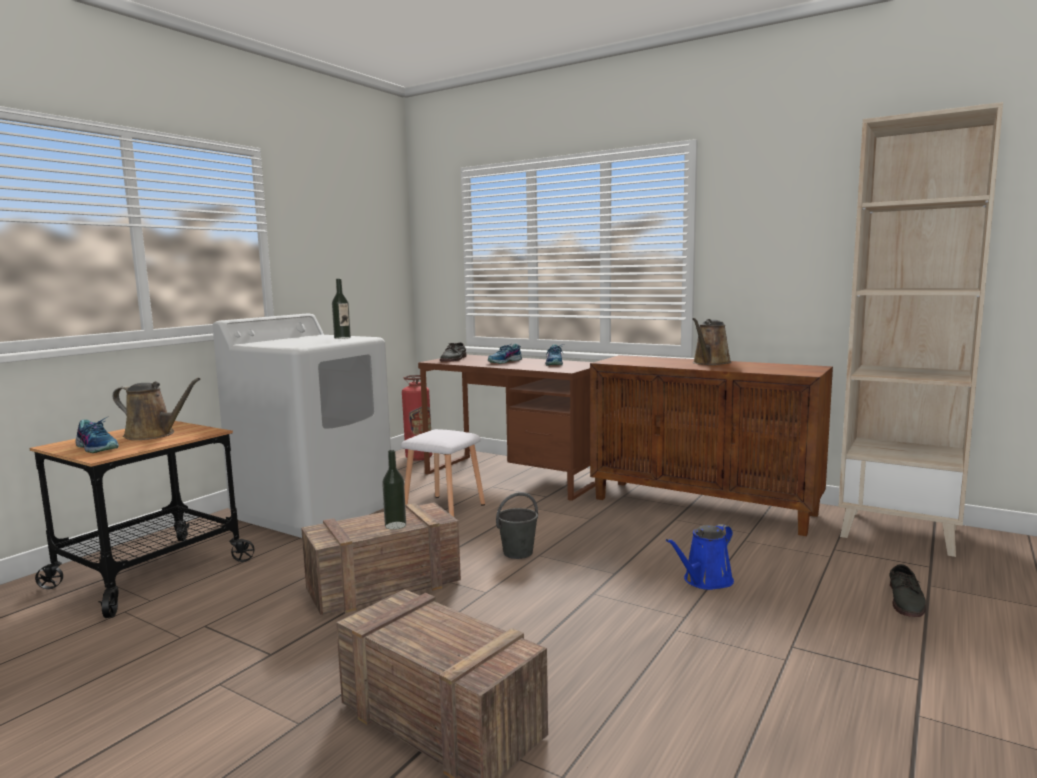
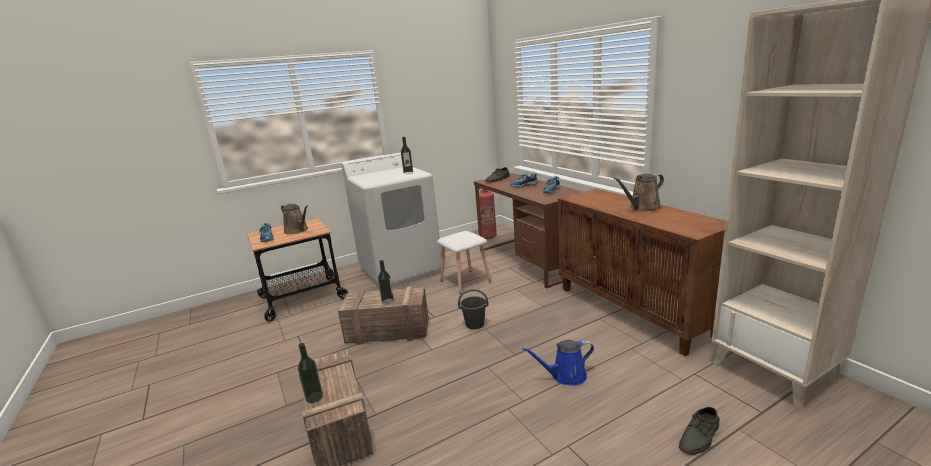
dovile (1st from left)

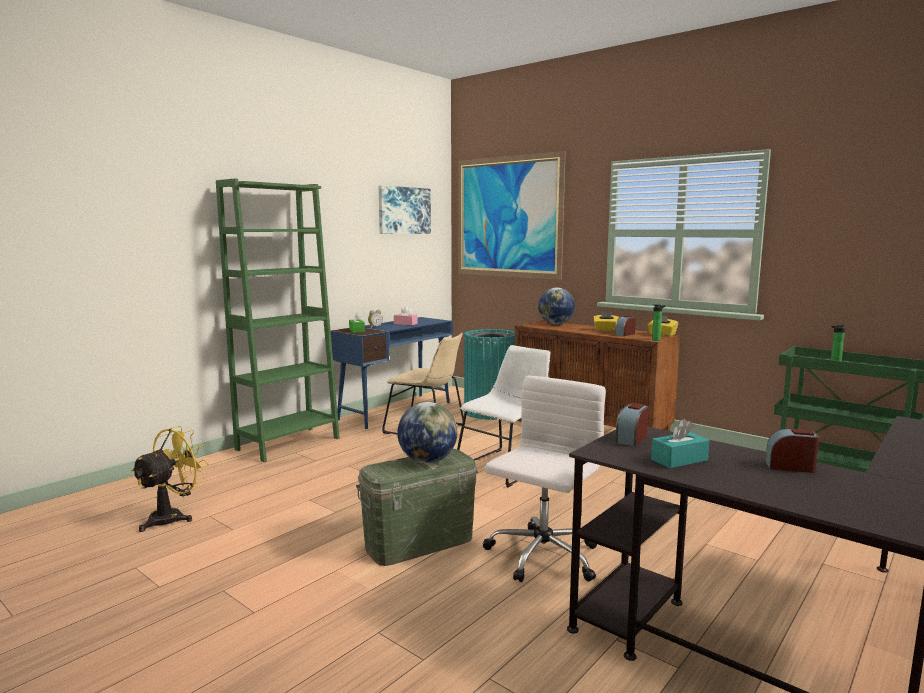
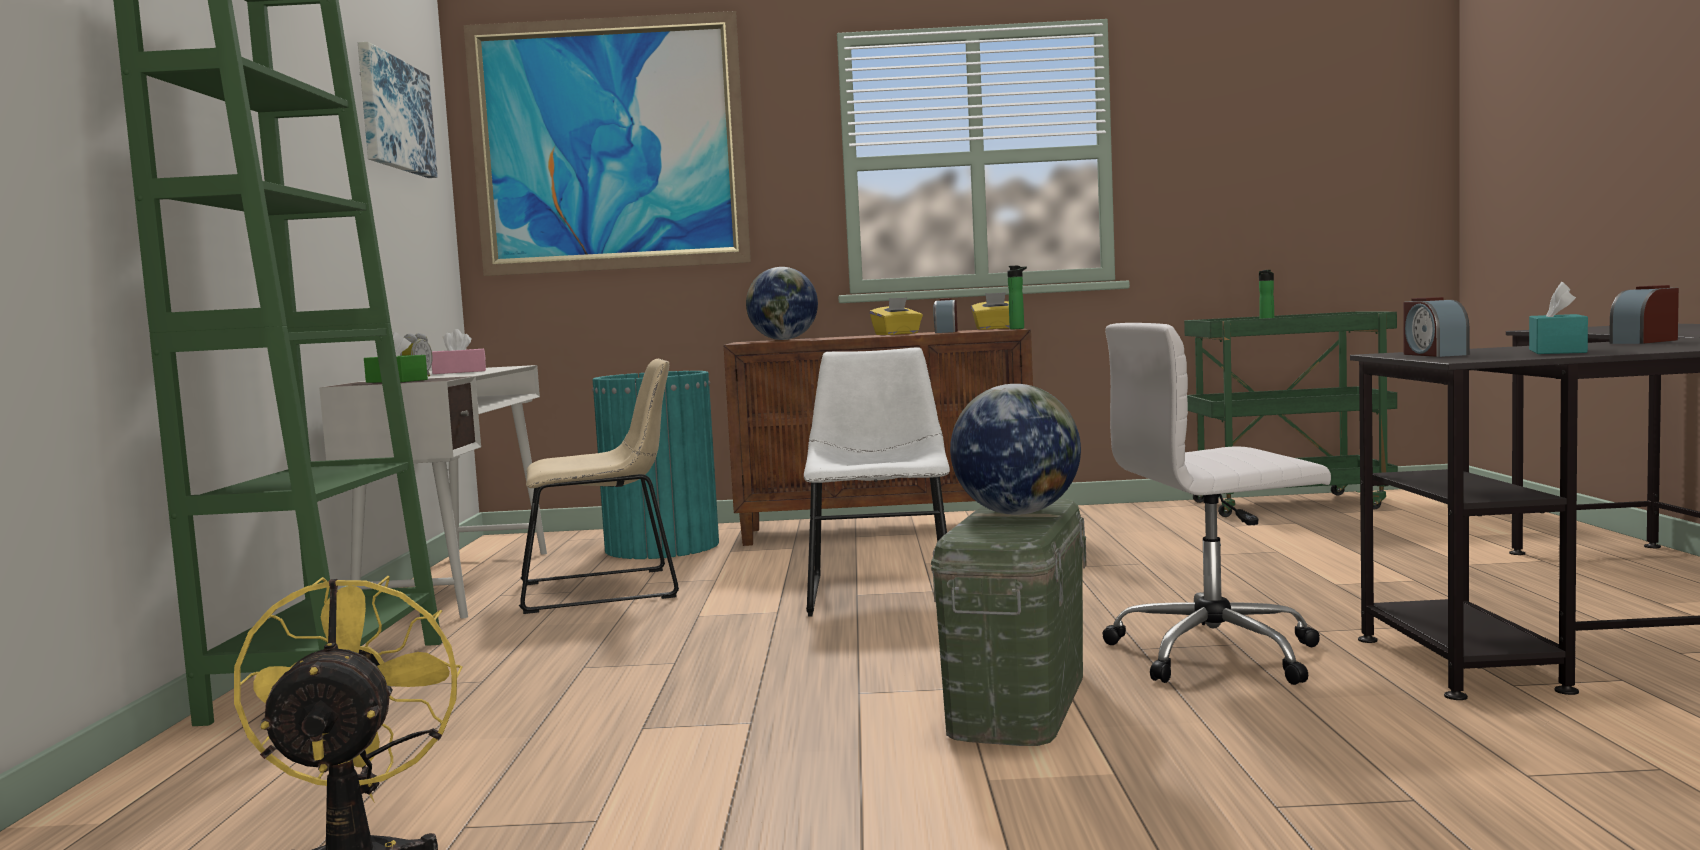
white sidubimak
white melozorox

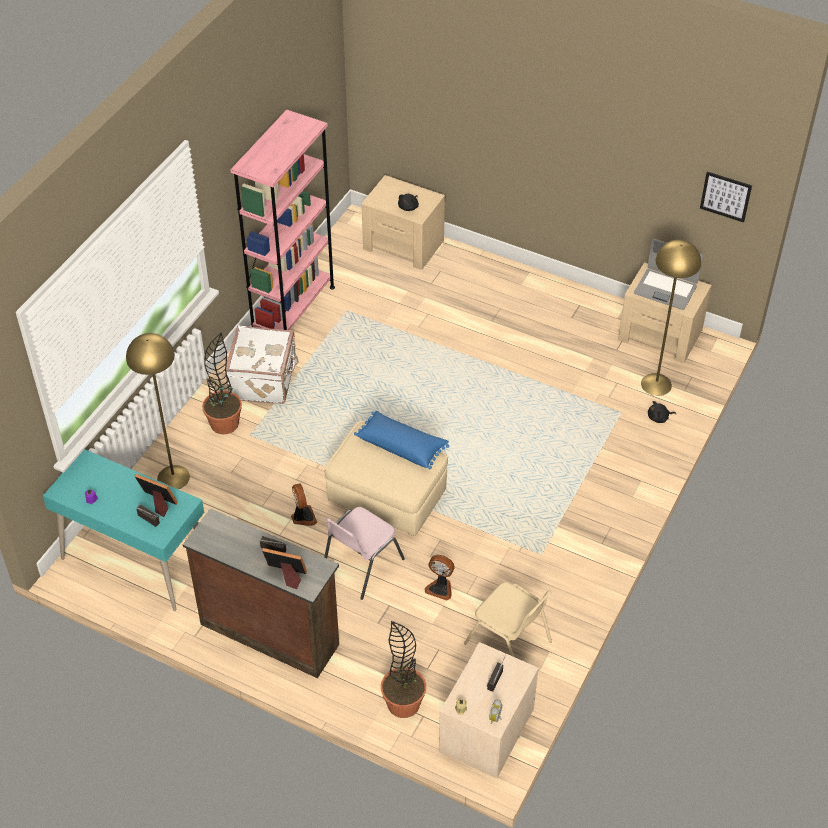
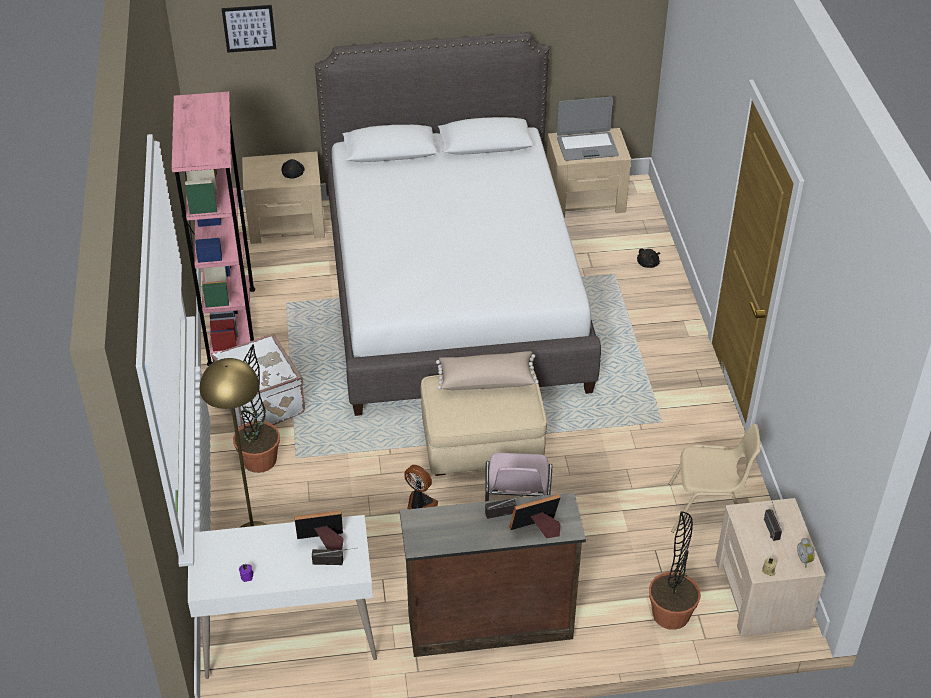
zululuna (2nd from left in the first image)
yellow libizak (2nd from left in the first image)
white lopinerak
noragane
white sidubimak
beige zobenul

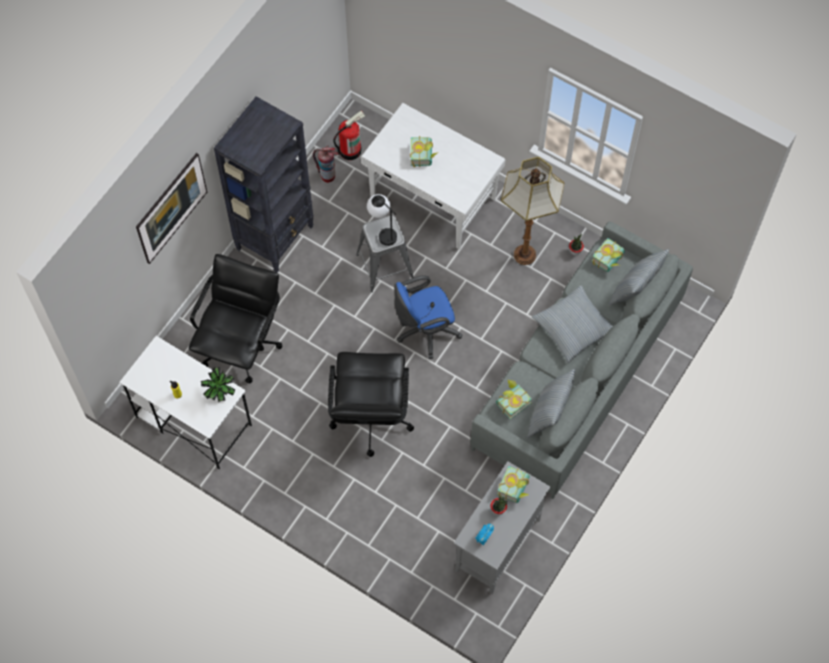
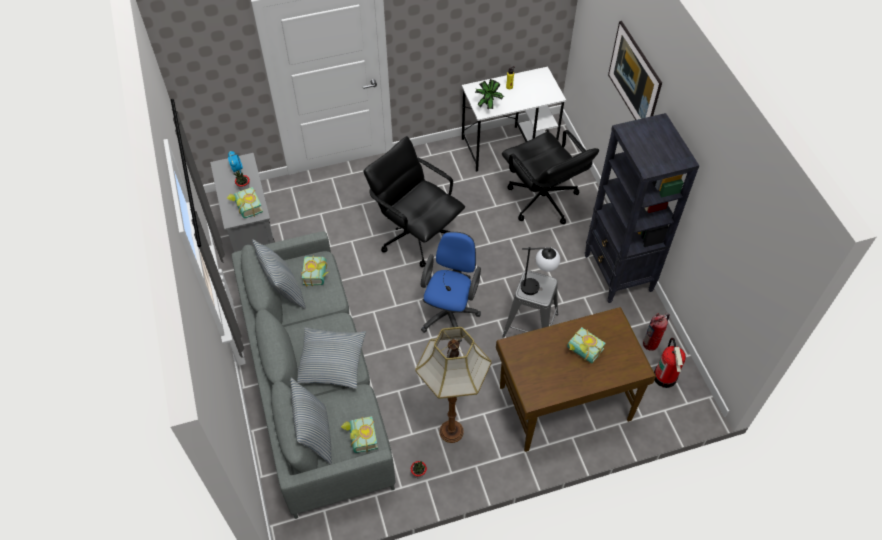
brown sidubimak

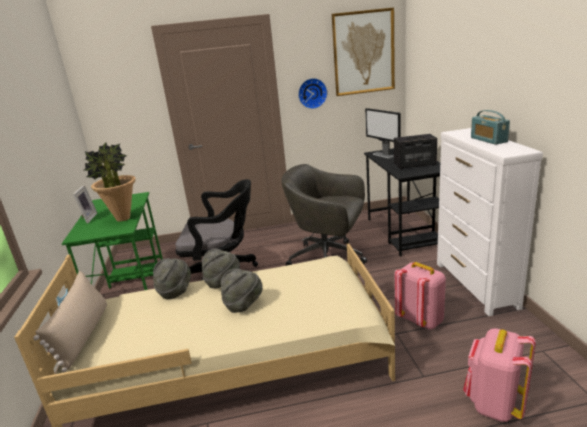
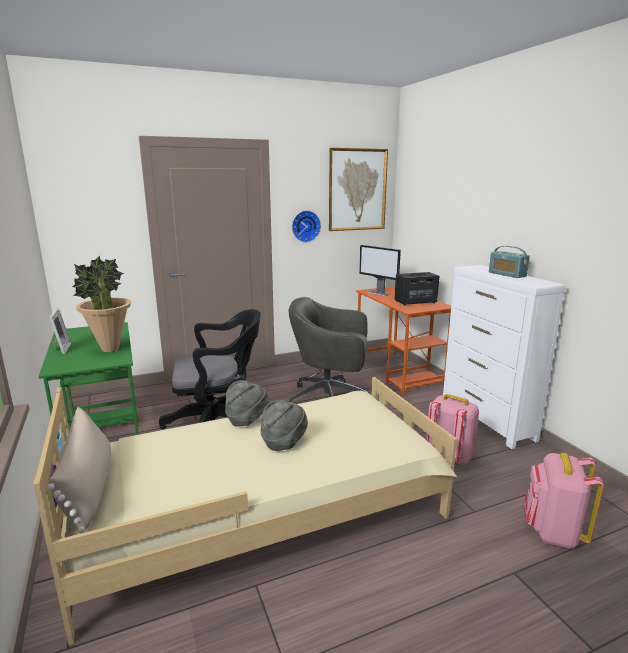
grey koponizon (1st from left in the first image)
orange sidubimak

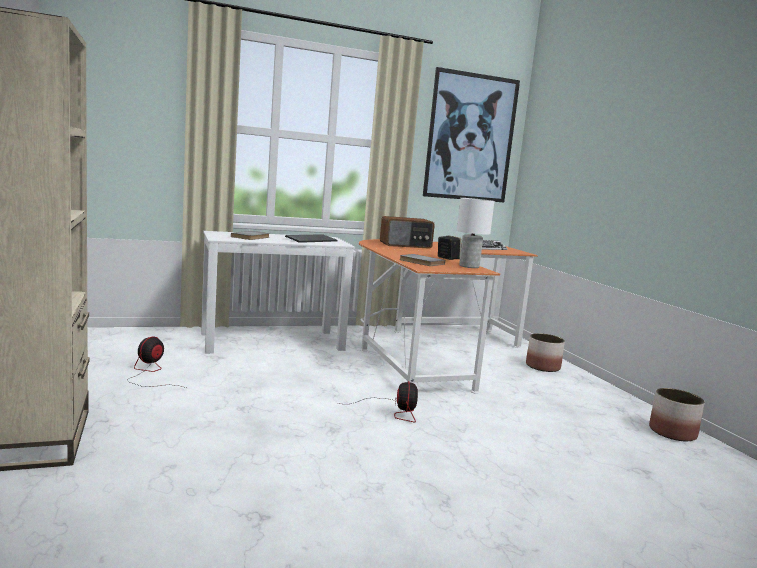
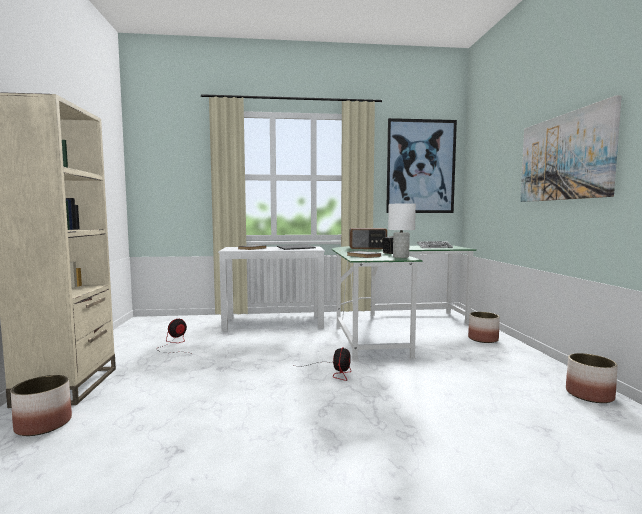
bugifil (1st from left)
noragane (2nd from left)
green sidubimak

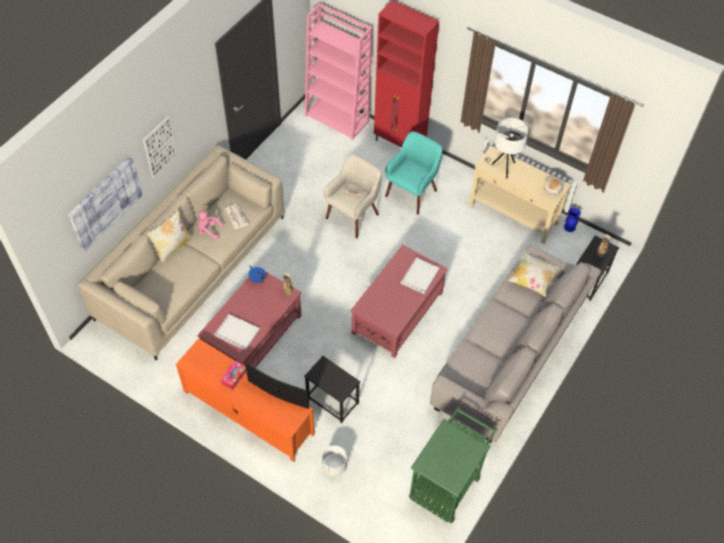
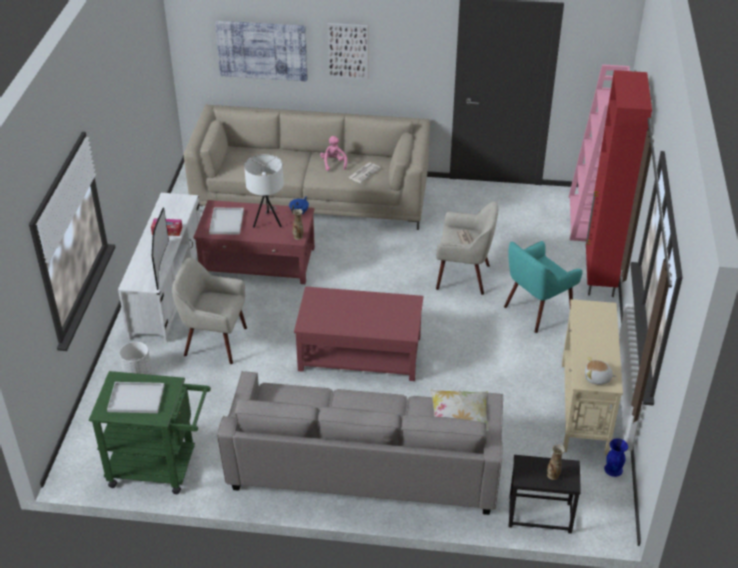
zobenul (1st from left in the first image)
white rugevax (1st from left)
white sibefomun
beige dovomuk (1st from left)
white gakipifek
turquoise dovomuk

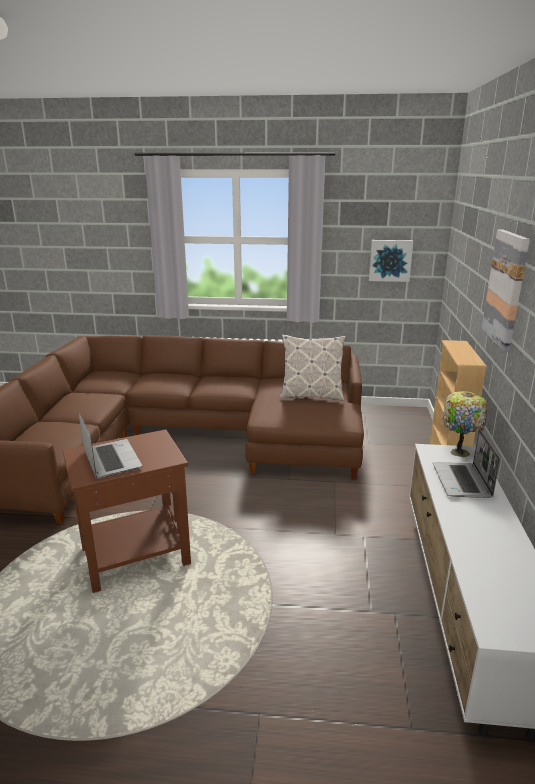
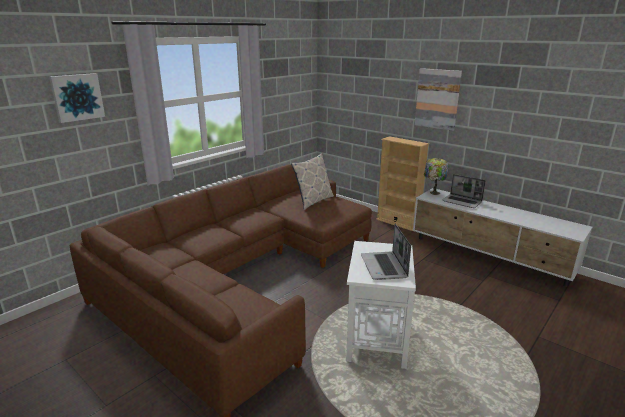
noragane (1st from left)
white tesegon
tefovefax (1st from left)

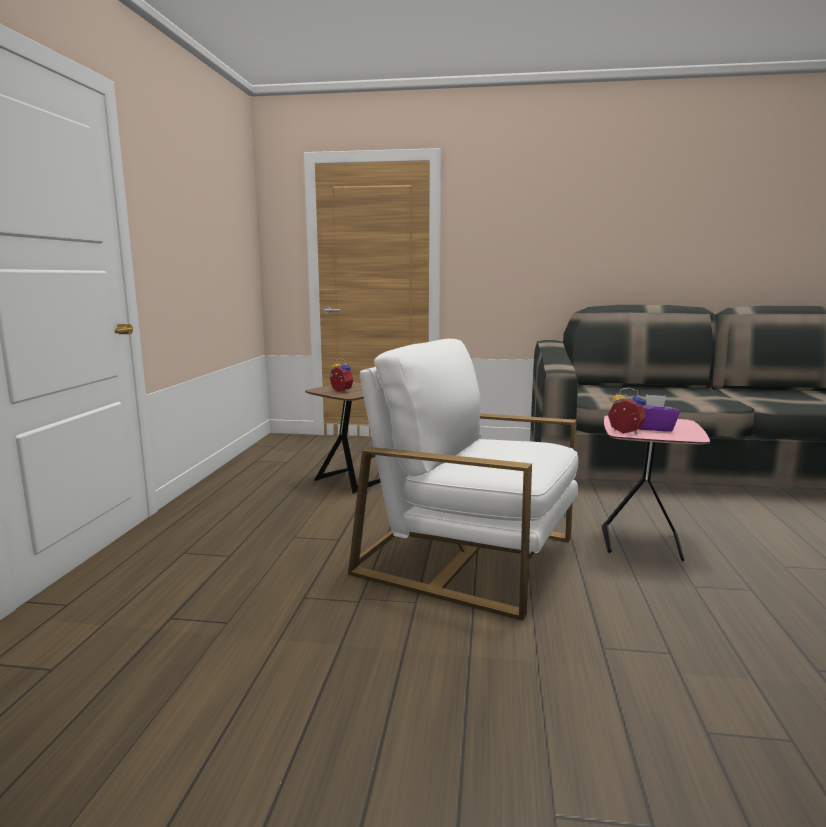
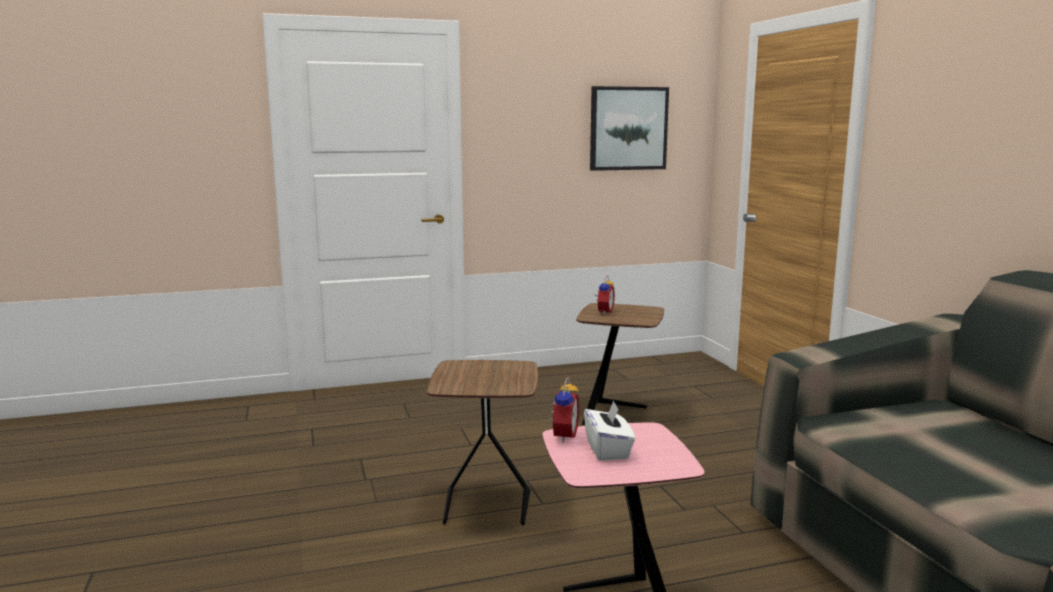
noragane
brown tesegon (1st from left)
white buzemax

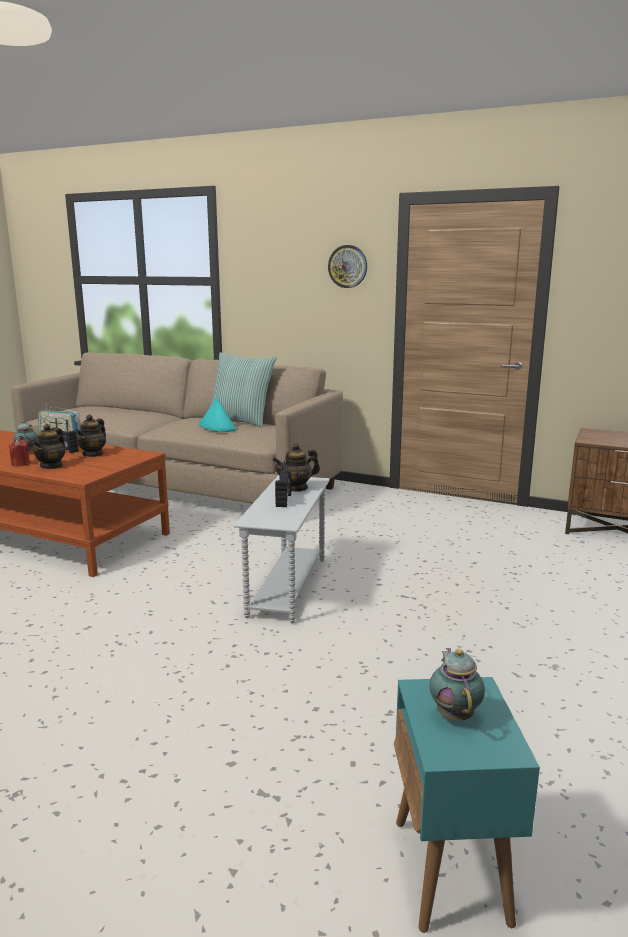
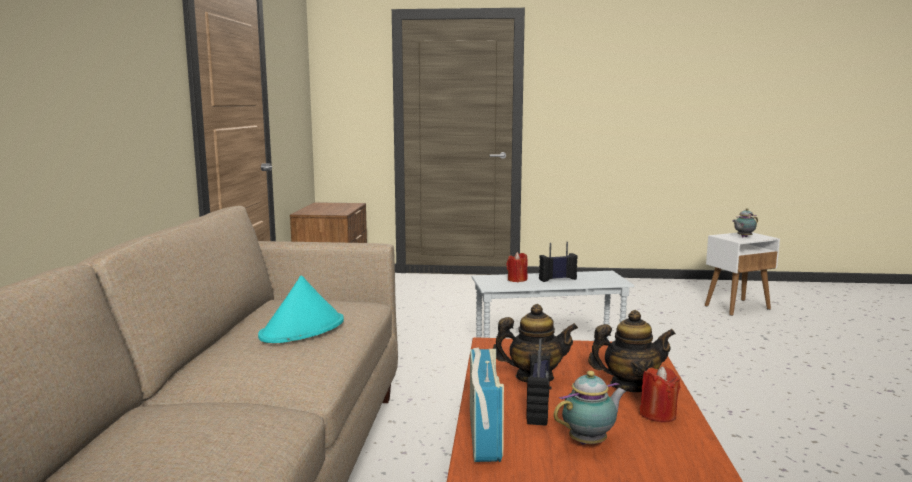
zobenul
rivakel
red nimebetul (1st from left)
white tesegon (2nd from left)

